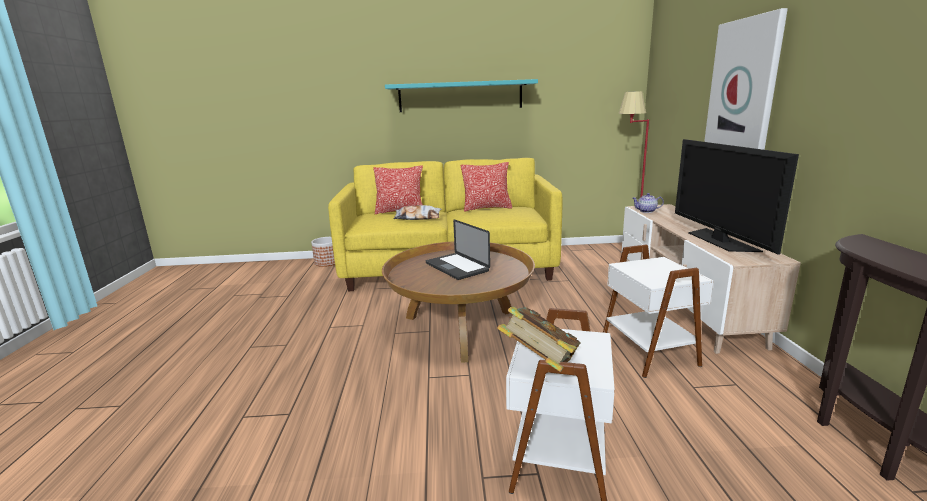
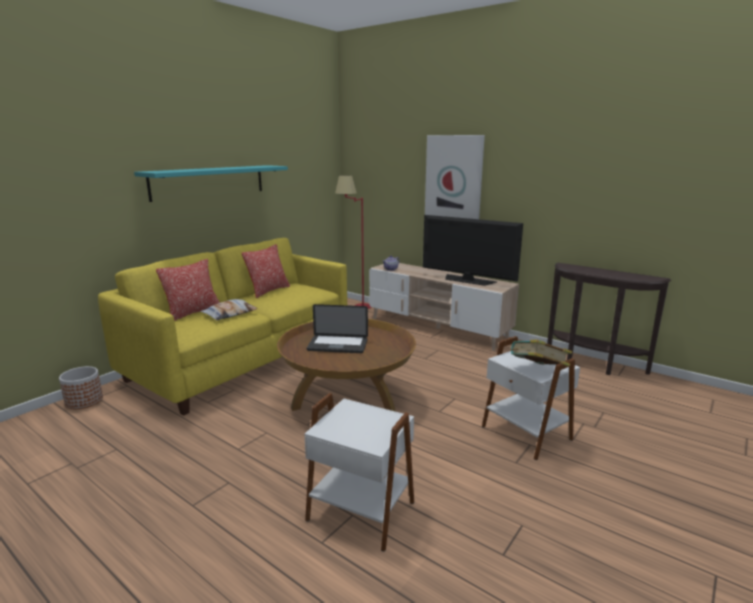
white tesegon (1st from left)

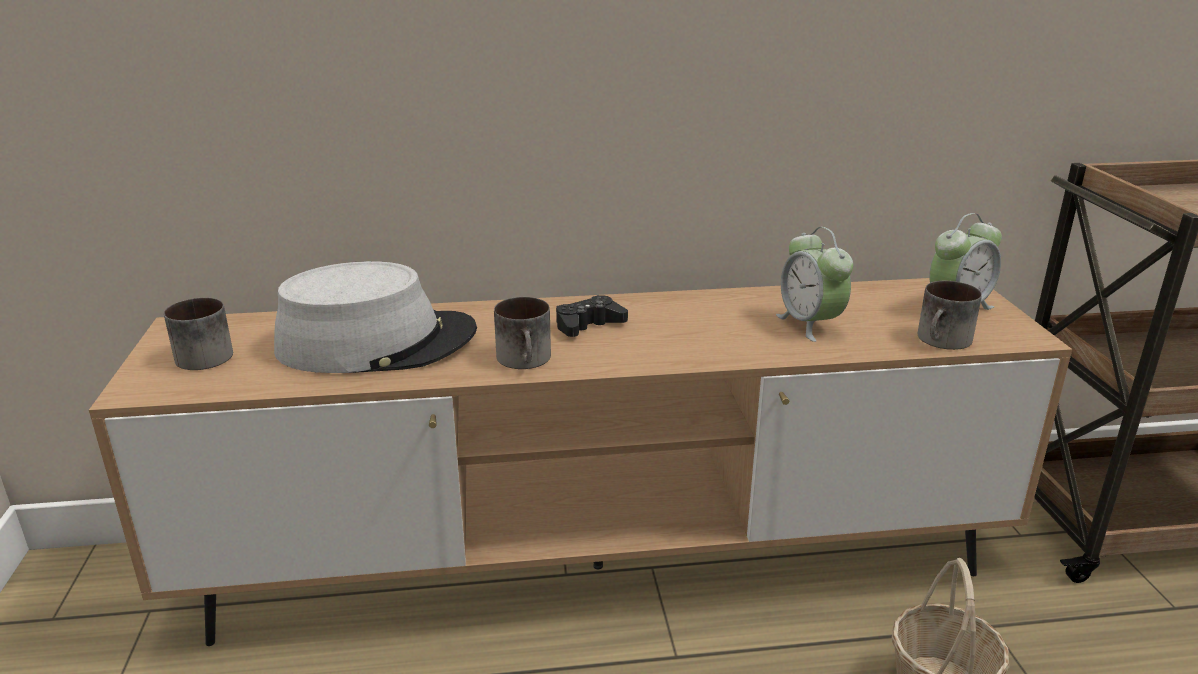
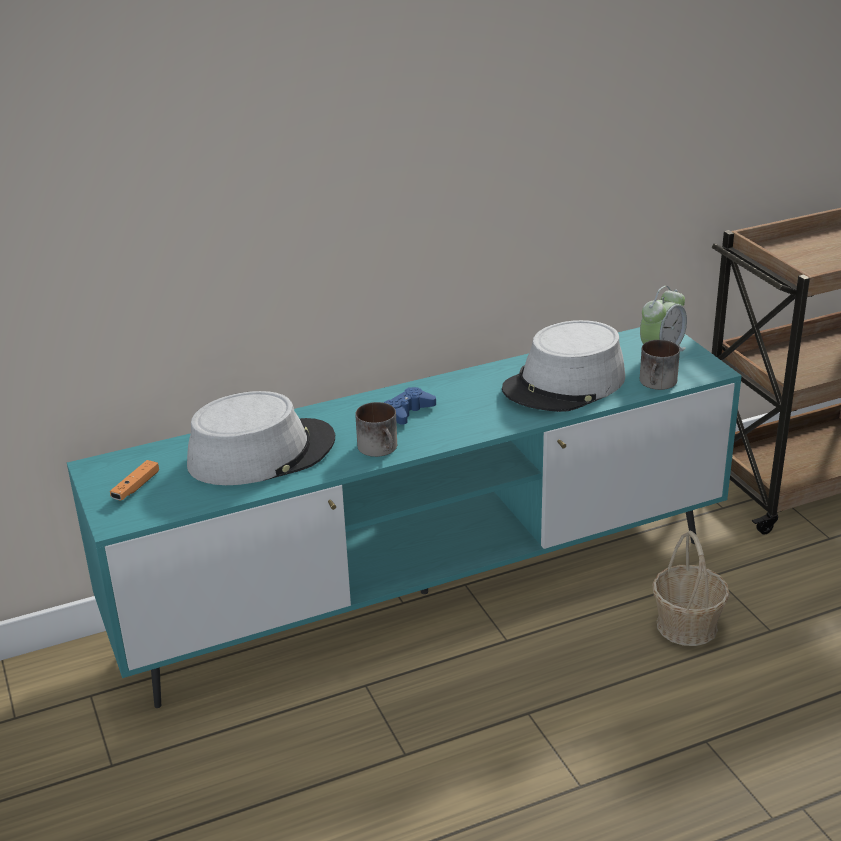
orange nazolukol
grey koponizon (2nd from left)
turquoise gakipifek
blue nazolukol

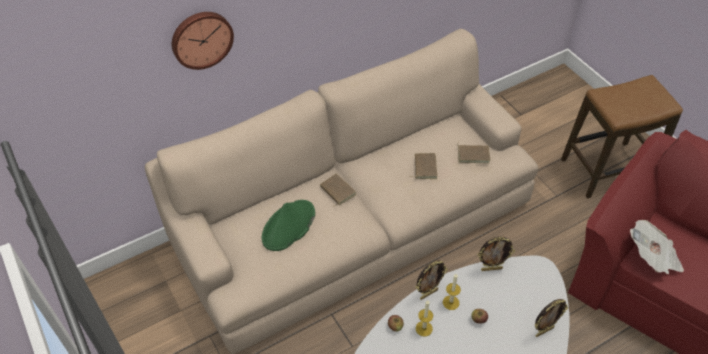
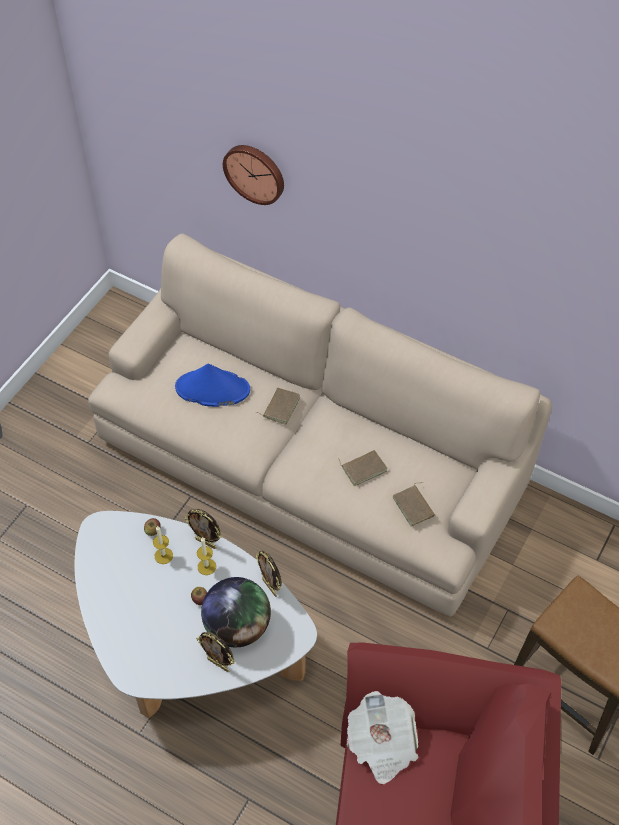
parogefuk
blue koponizon

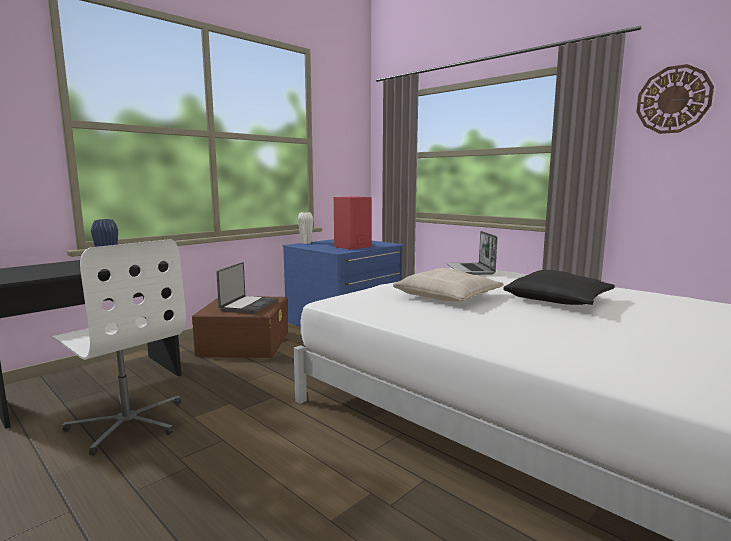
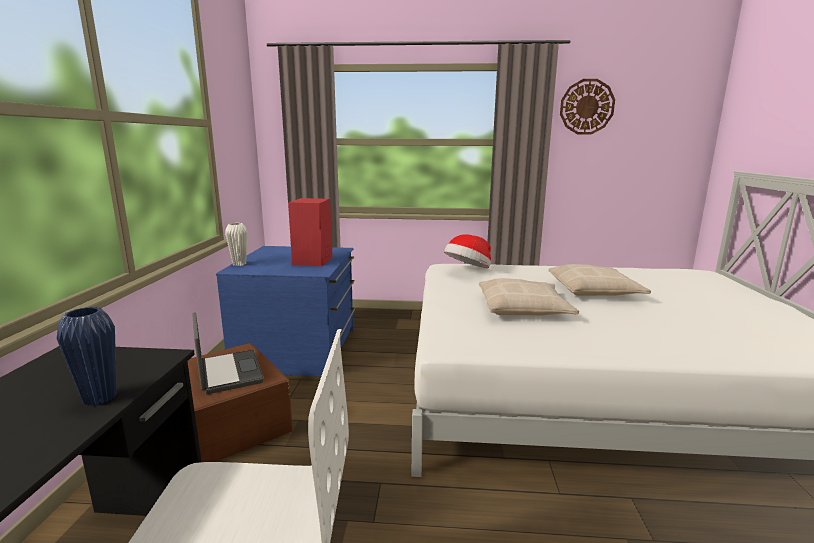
koponizon
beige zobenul (2nd from left)

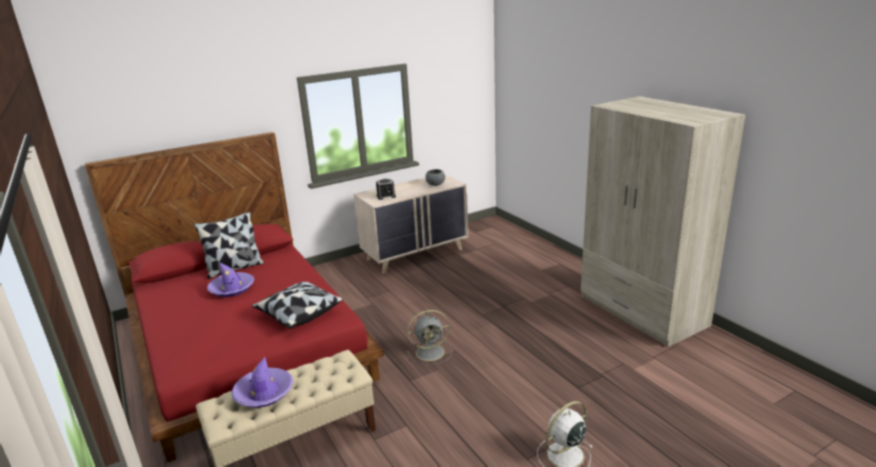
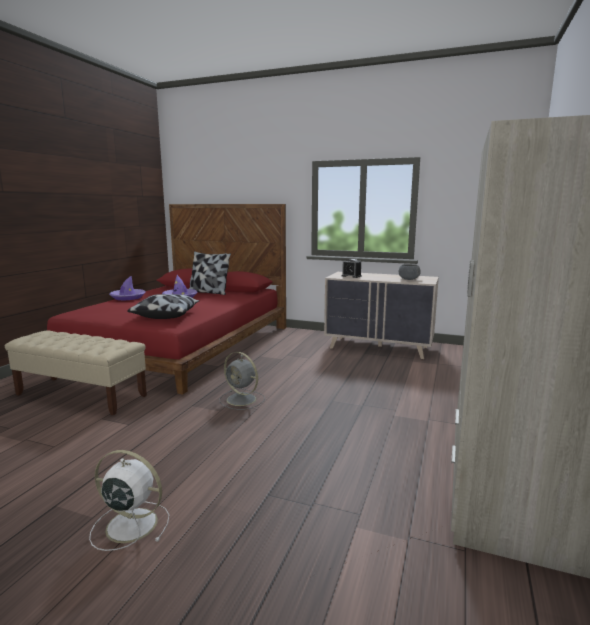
purple koponizon (1st from left)

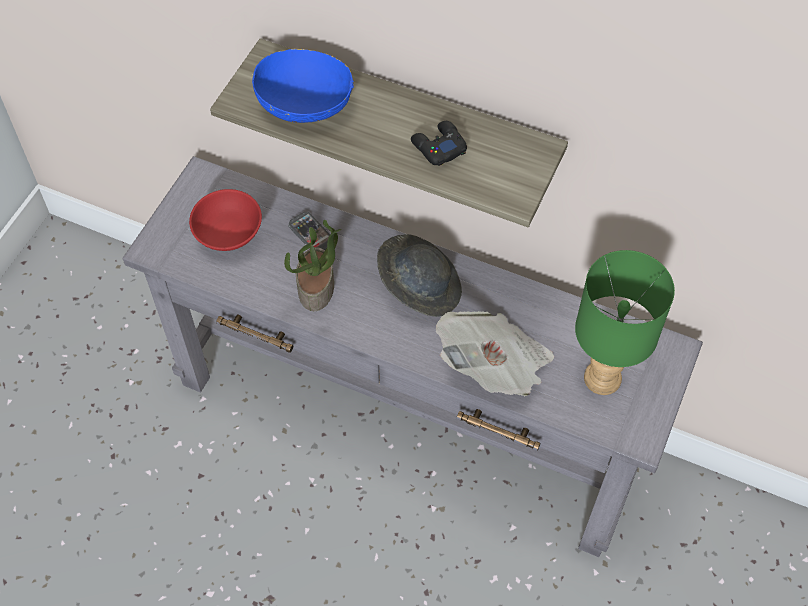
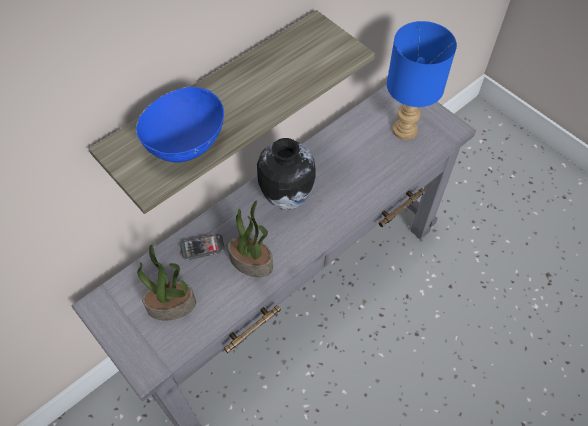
black nazolukol
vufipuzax
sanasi (1st from left)
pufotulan
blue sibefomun

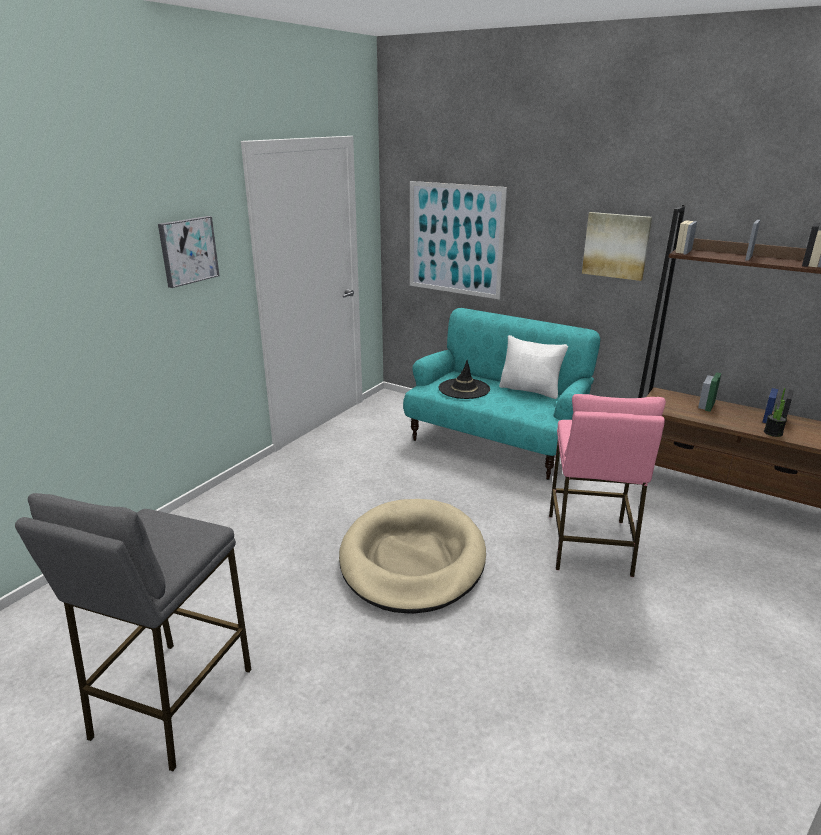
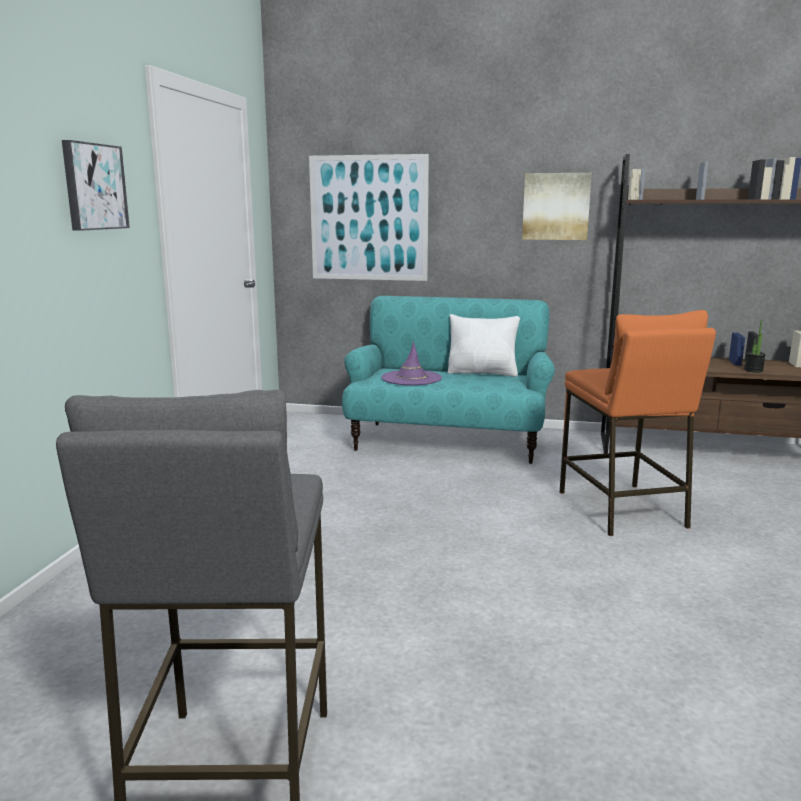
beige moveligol
purple koponizon
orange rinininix

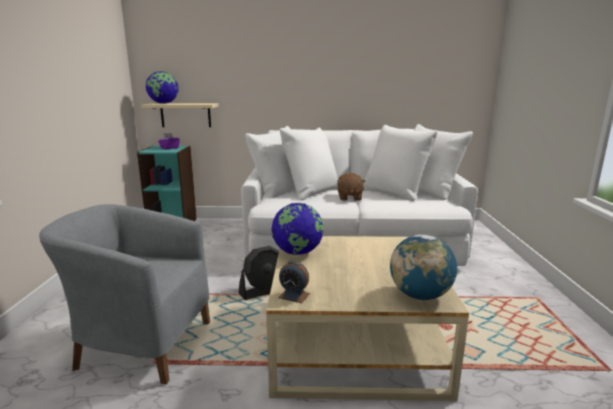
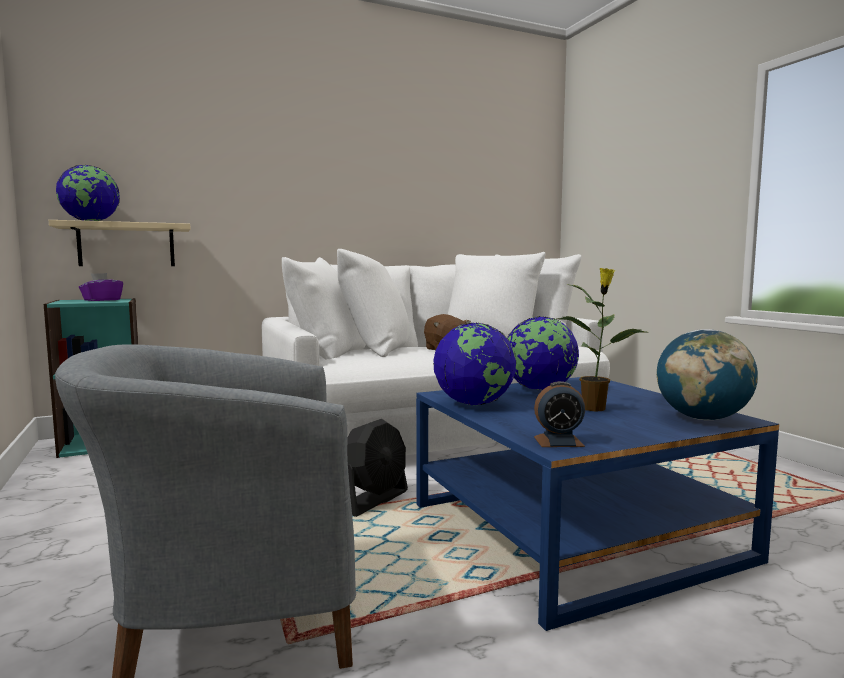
parogefuk (3rd from left)
sanasi
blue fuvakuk

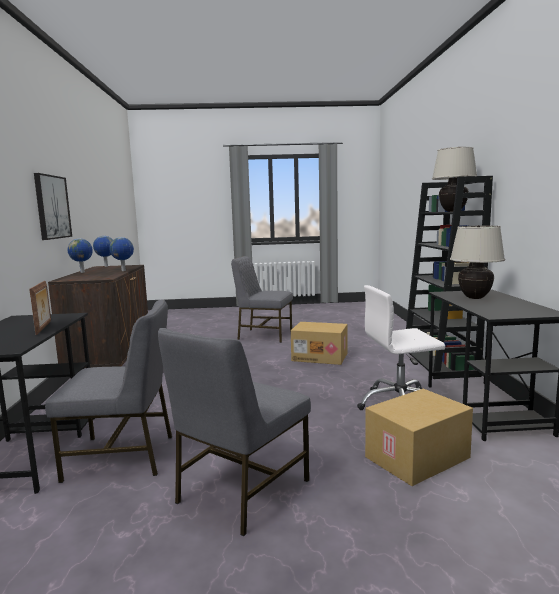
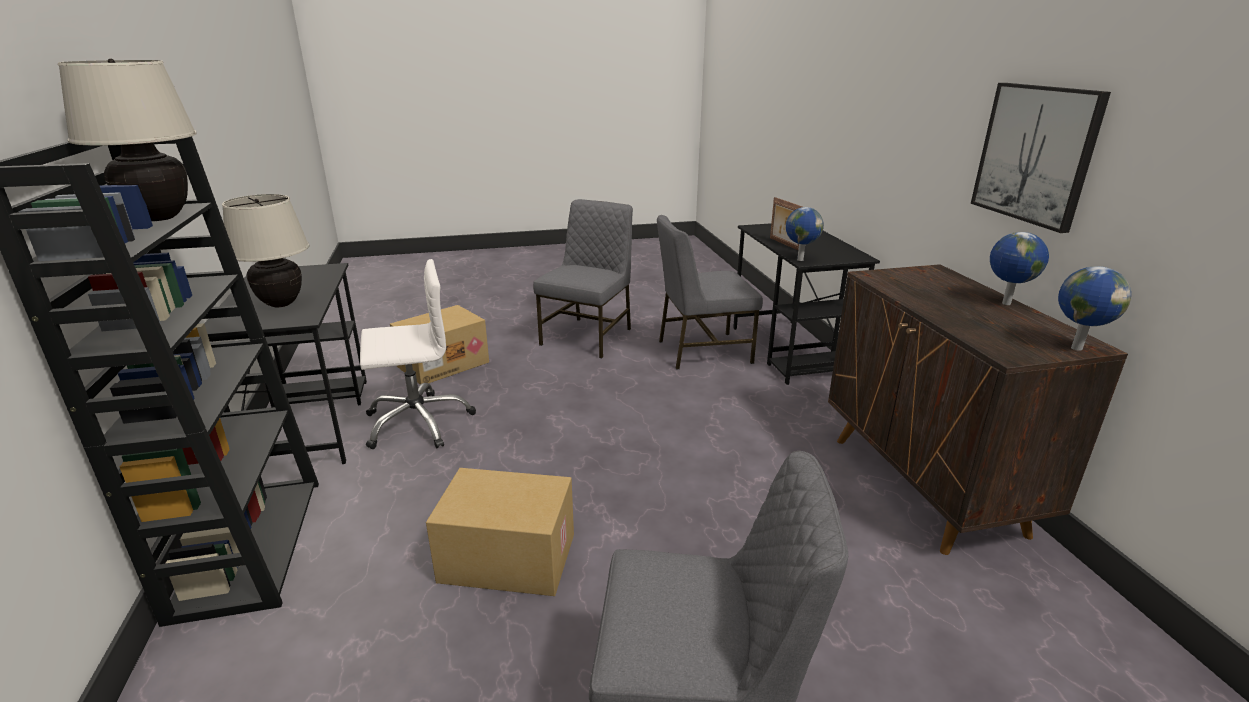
parogefuk (1st from left)

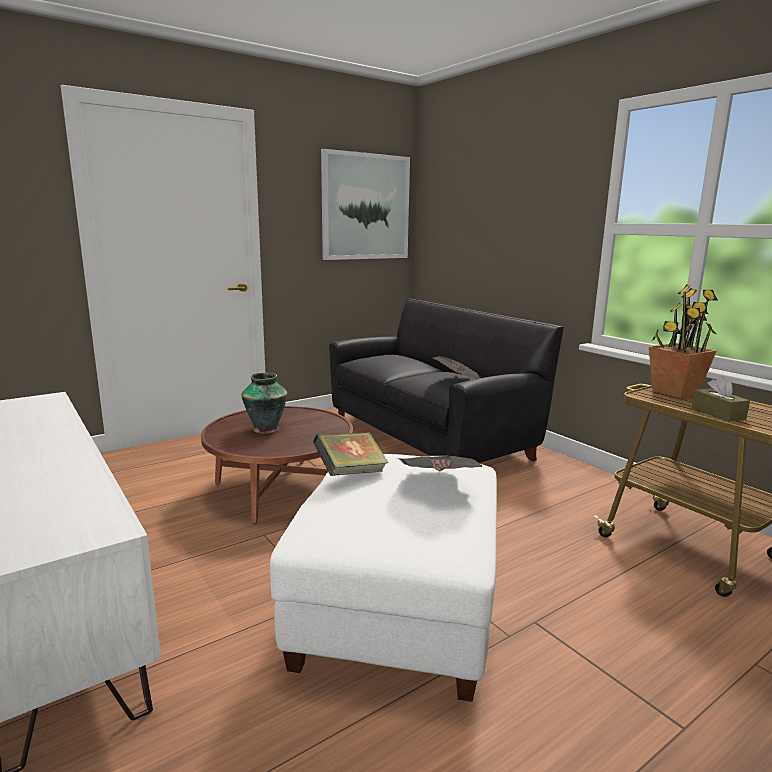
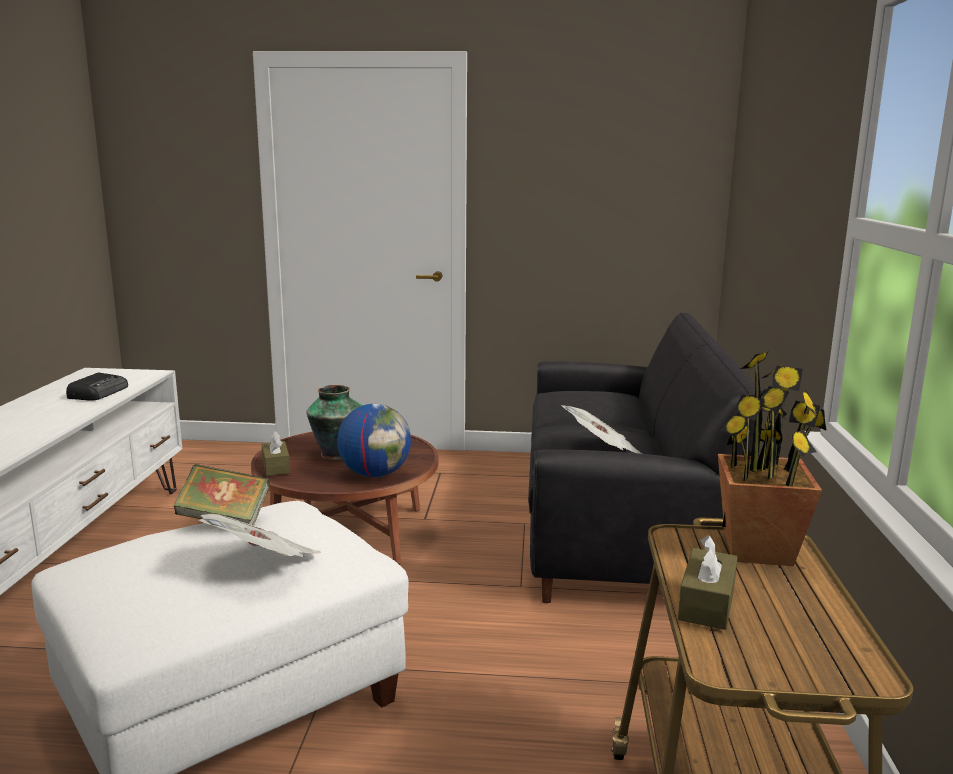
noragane
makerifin
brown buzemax (1st from left)
parogefuk

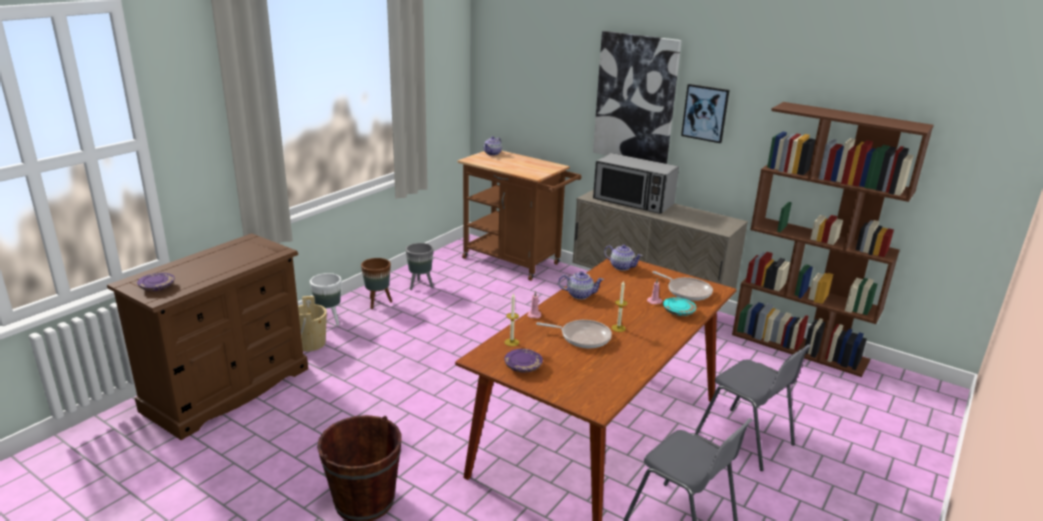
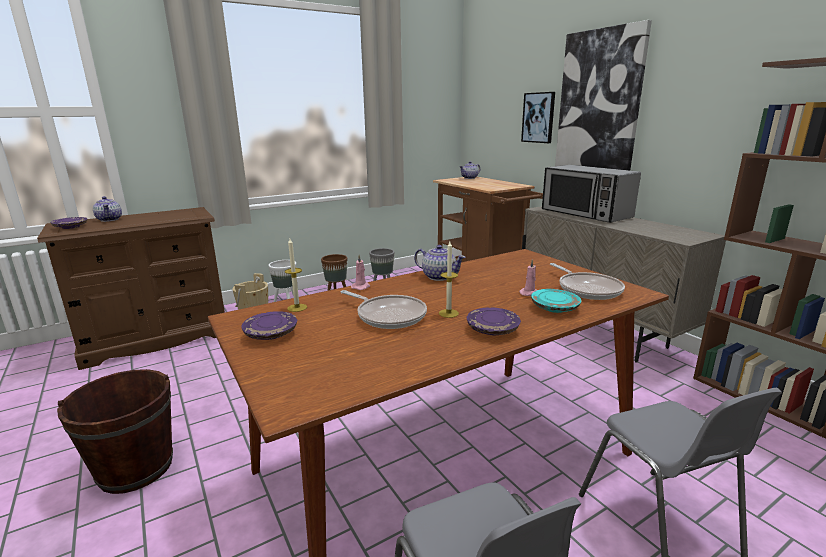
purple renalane (3rd from left)
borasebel (1st from left)
noragane (1st from left)

